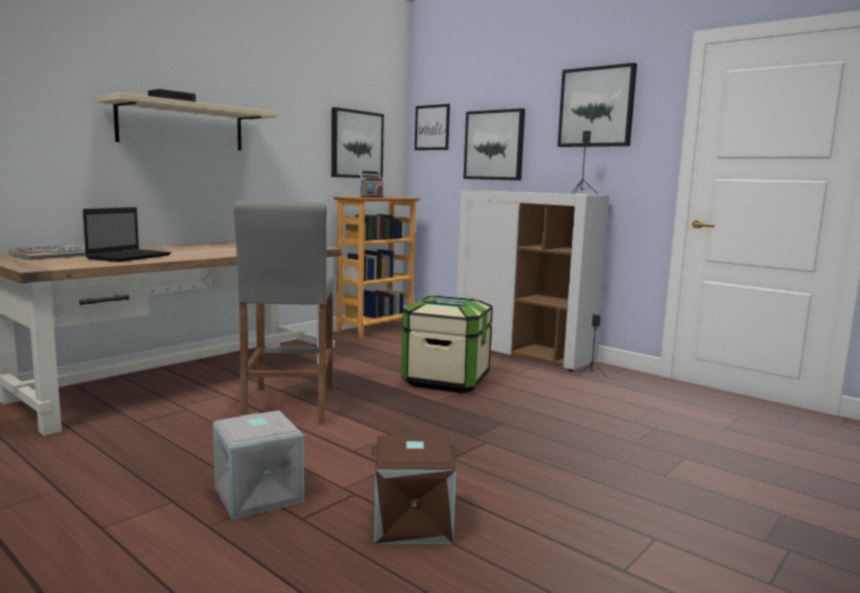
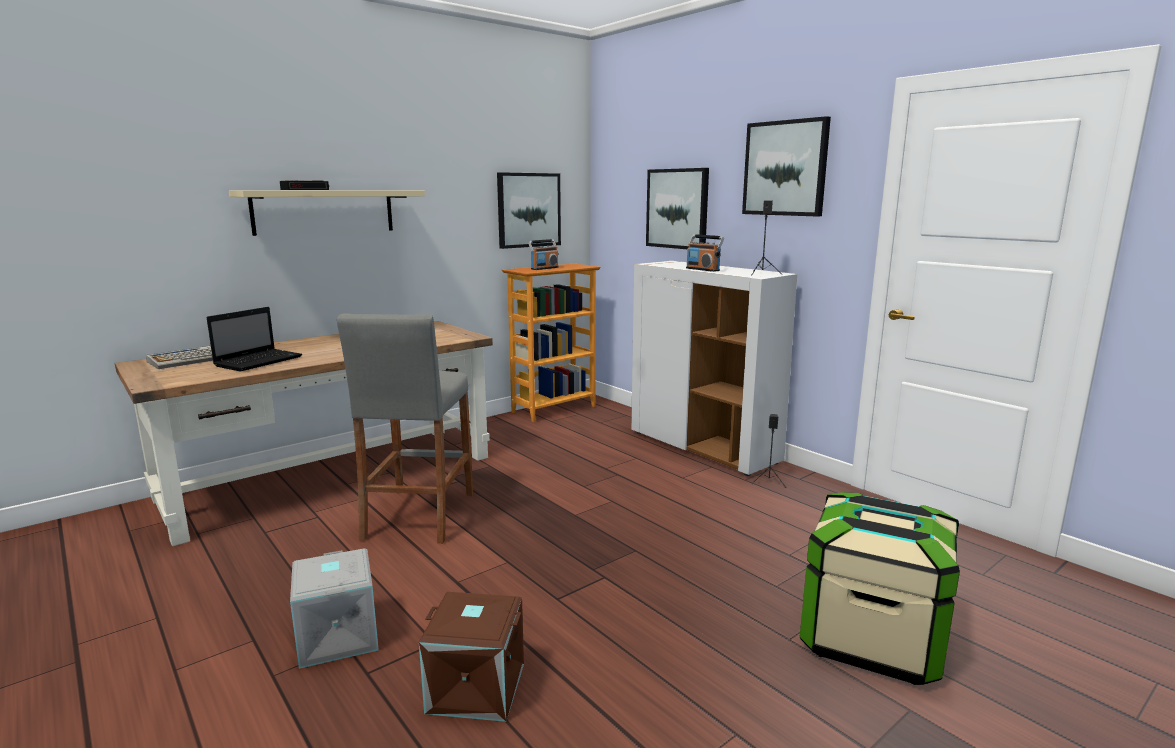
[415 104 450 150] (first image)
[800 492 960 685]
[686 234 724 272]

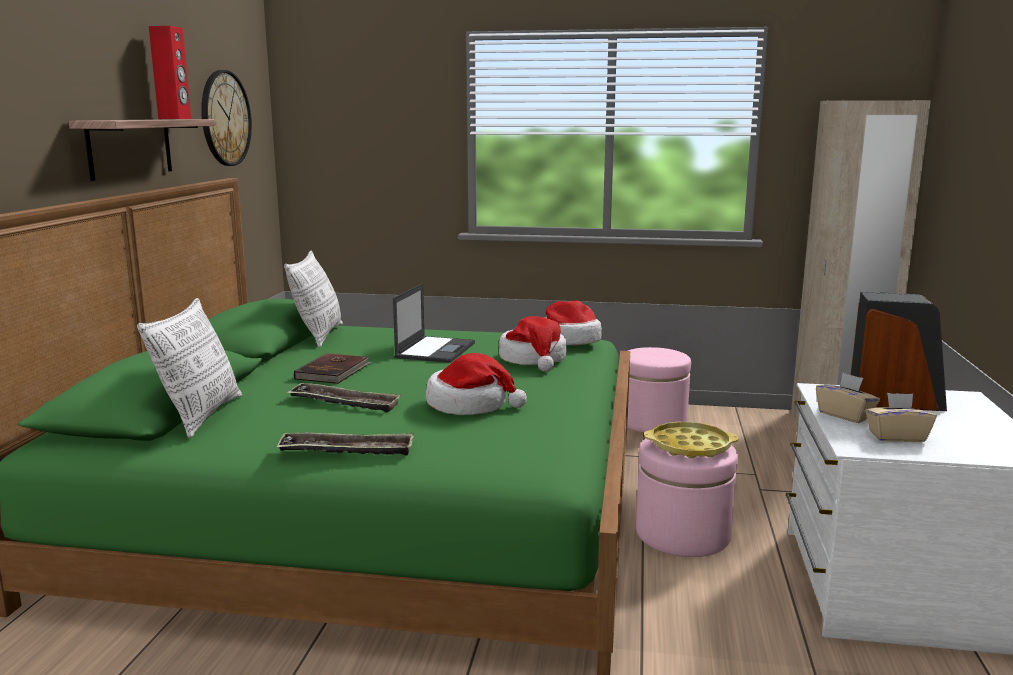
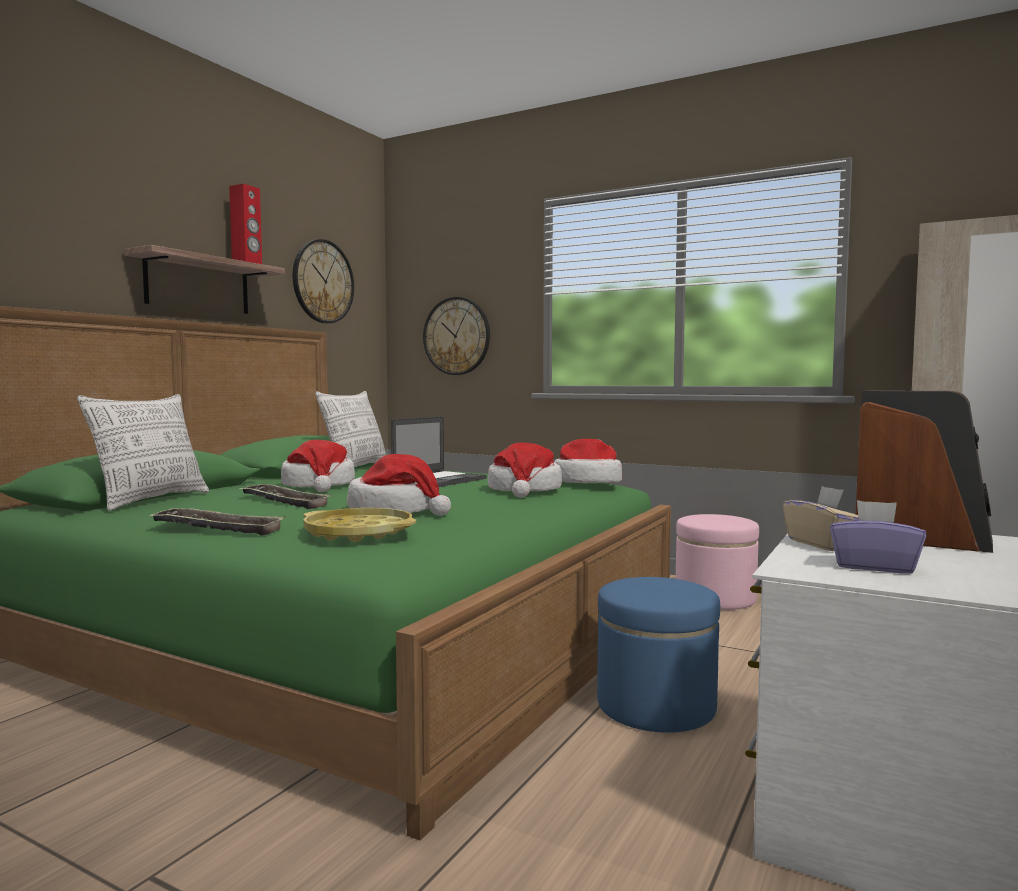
[281 440 355 492]
[830 500 926 574]
[303 508 416 542]
[597 577 720 733]
[423 297 490 375]

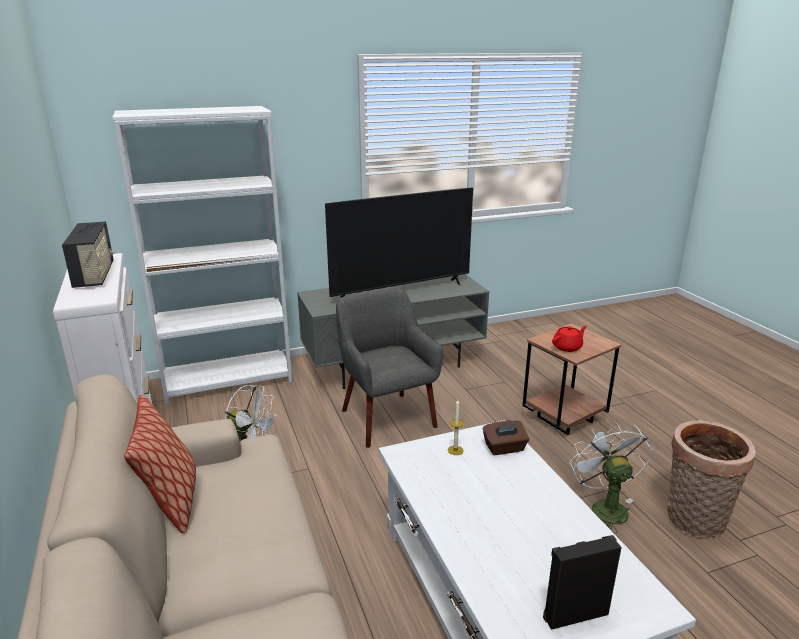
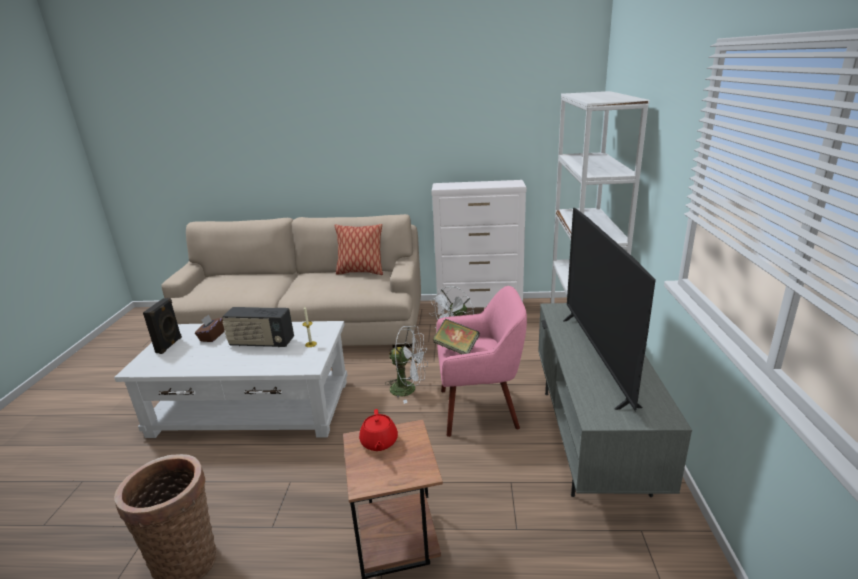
[222 307 294 347]
[436 286 527 437]
[195 314 225 342]
[385 326 428 404]
[433 319 480 354]

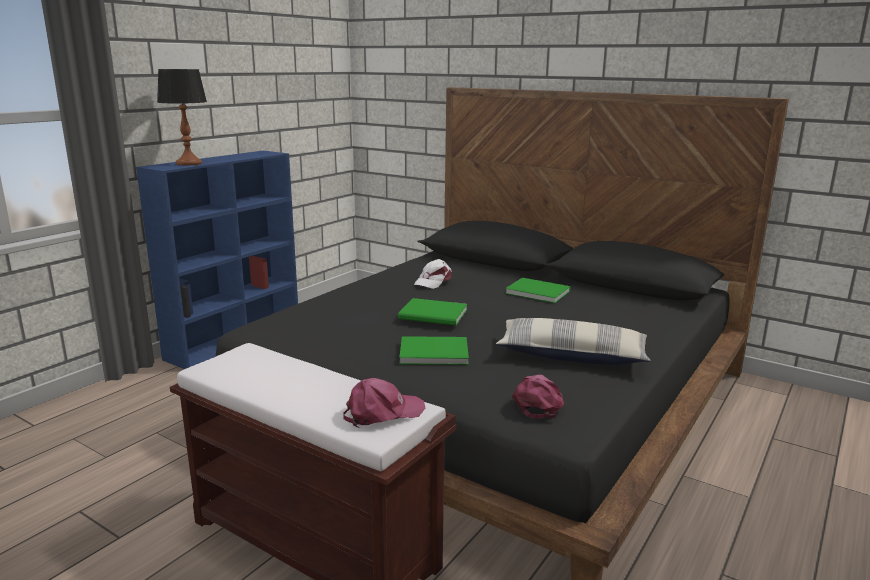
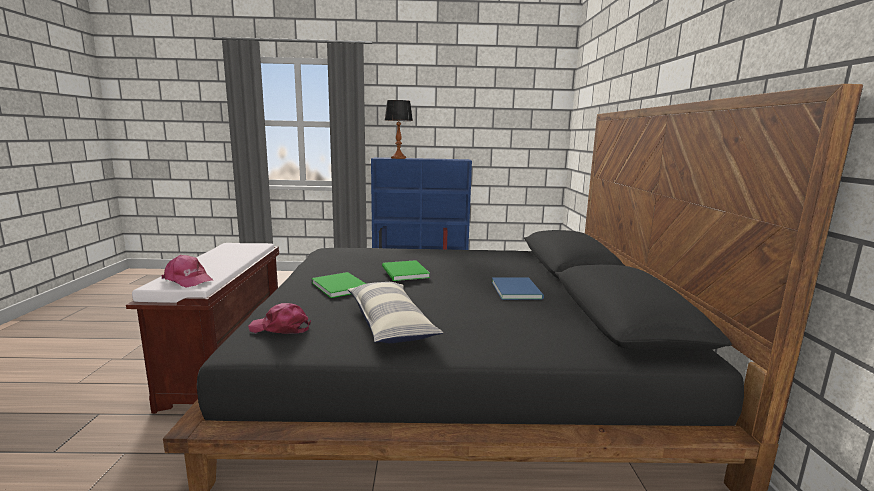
[414 259 452 289] (first image)
[492 278 544 300]
[248 303 311 334]

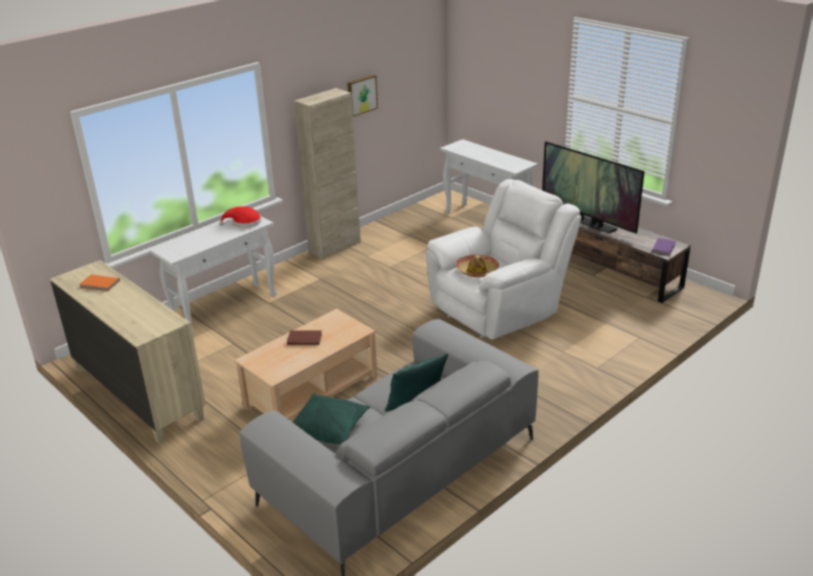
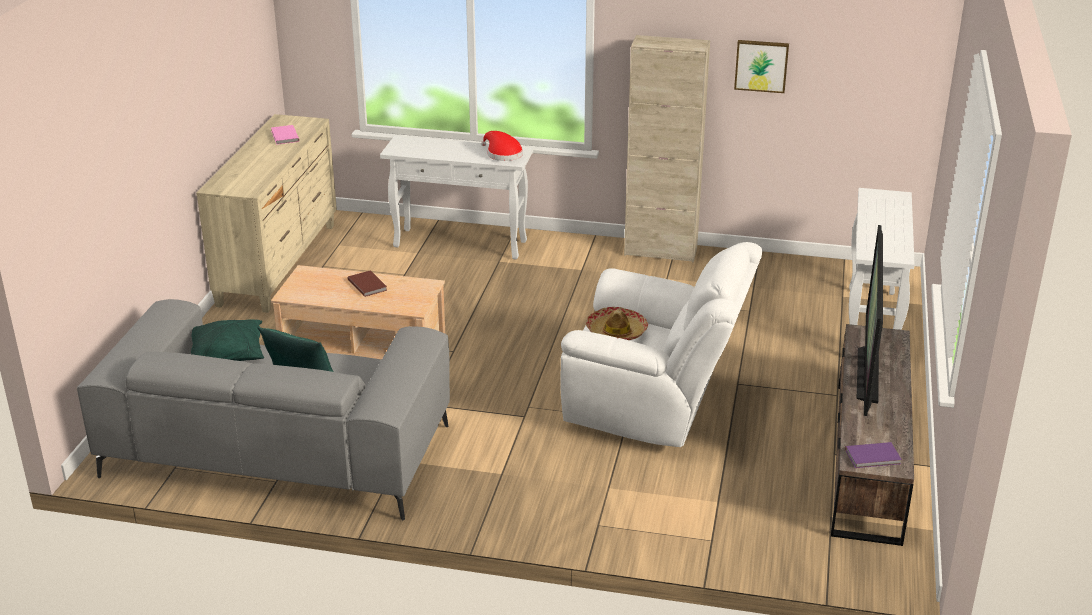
[271 125 299 145]

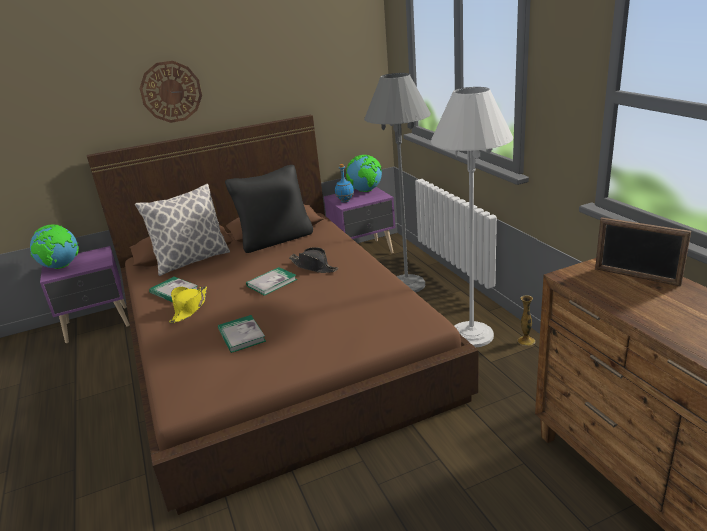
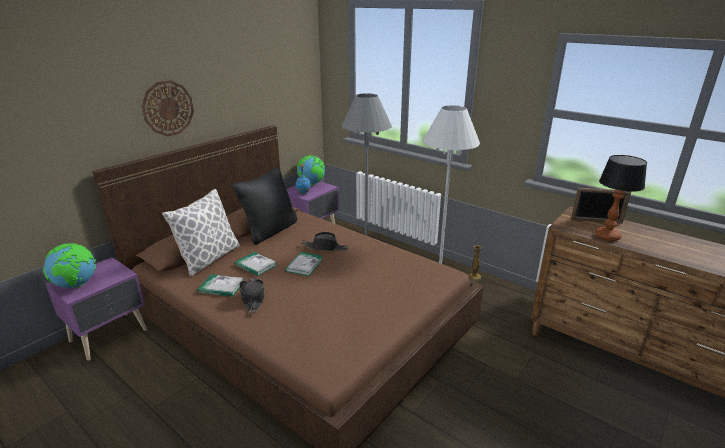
[239 277 265 314]
[235 252 277 276]
[595 155 647 241]

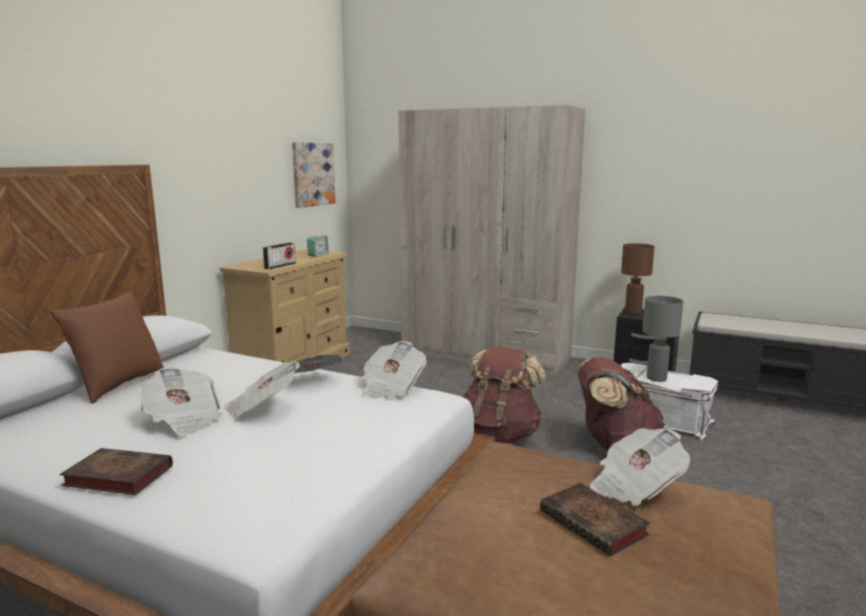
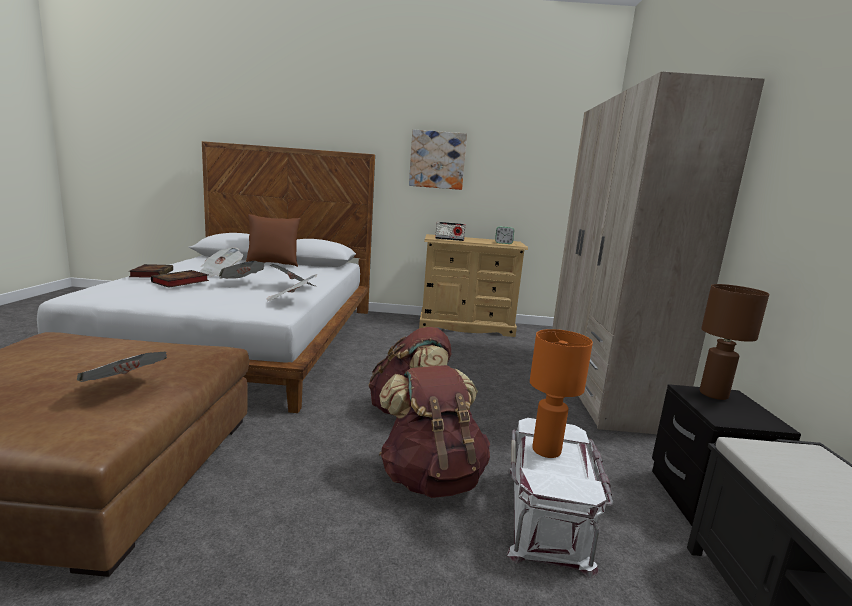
[409 129 467 190]
[530 329 593 458]
[151 270 209 287]

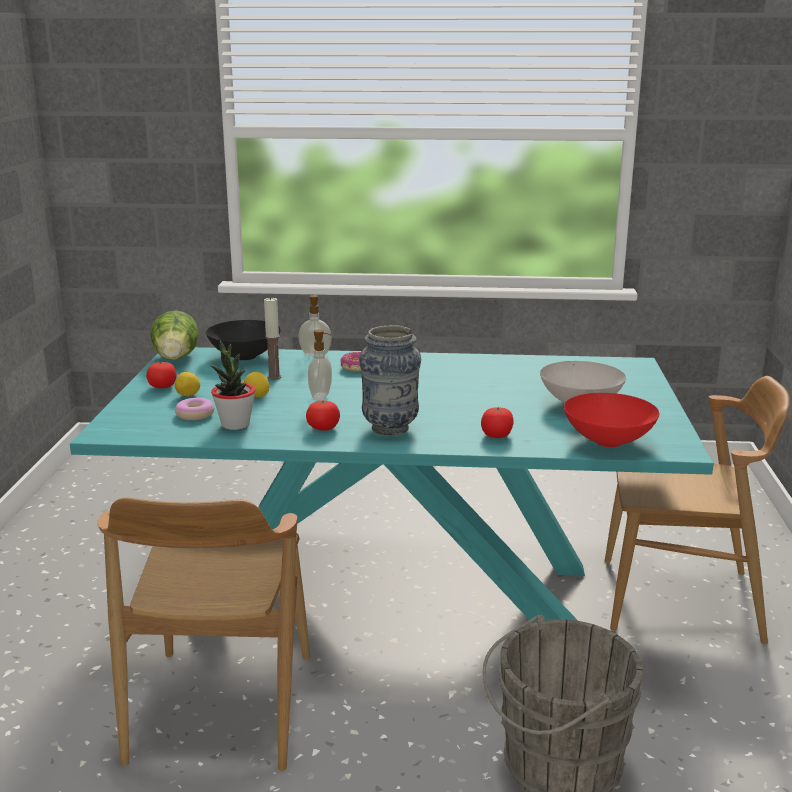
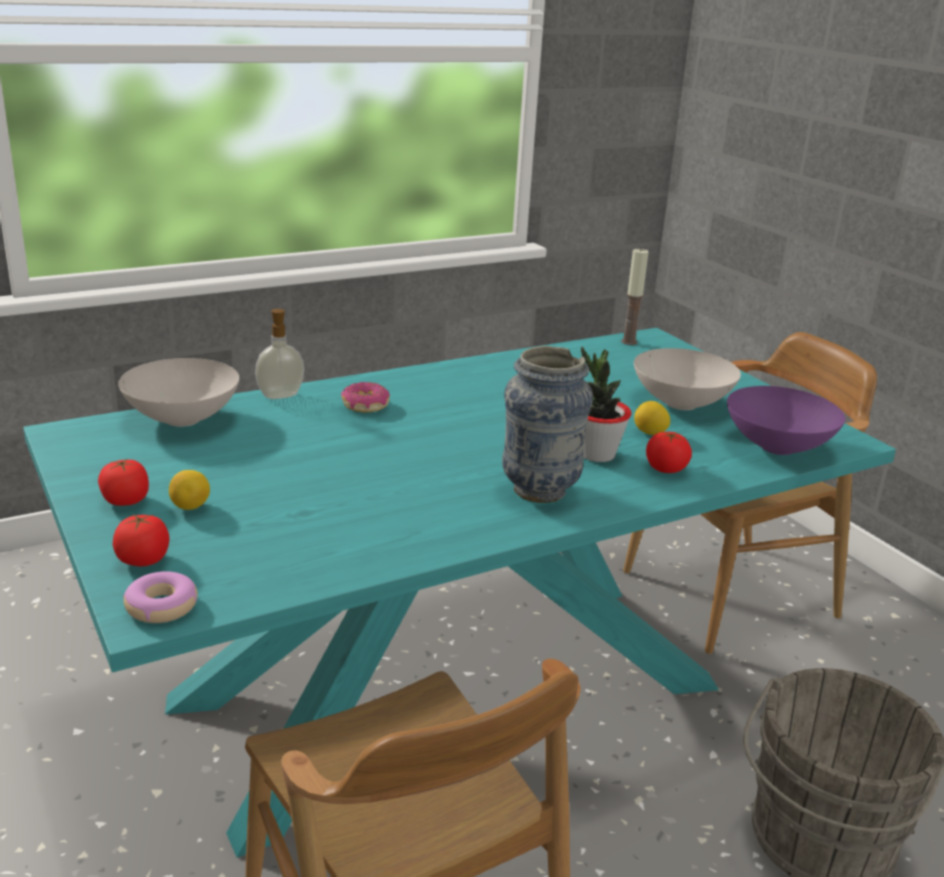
[621 248 649 345]
[150 310 199 360] (first image)
[118 358 239 427]
[308 329 332 400] (first image)
[581 347 631 462]
[634 401 670 435]
[727 386 845 455]
[123 571 198 623]
[113 514 170 566]

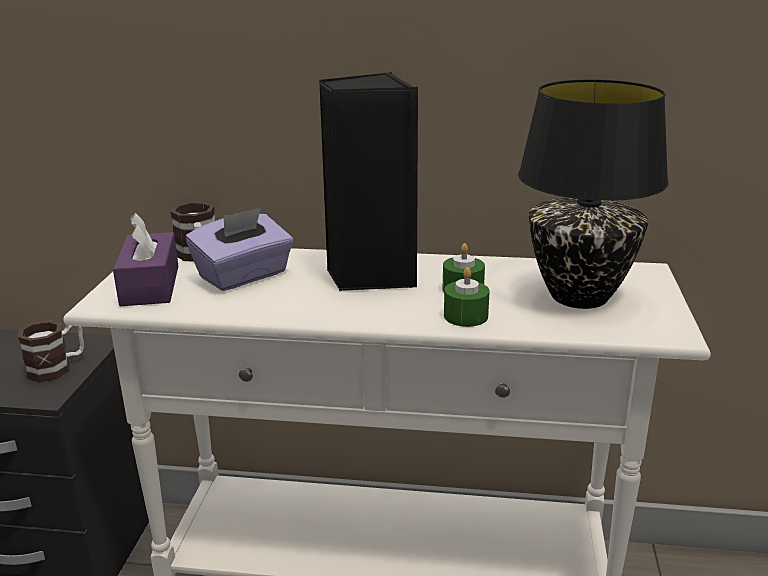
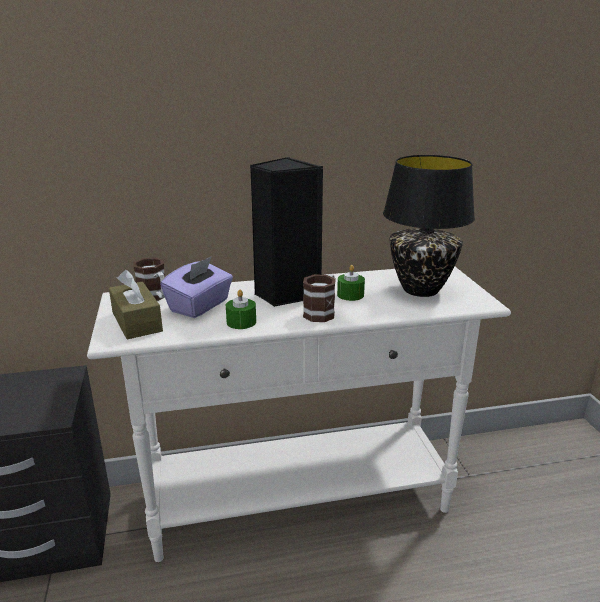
[109 270 163 339]
[226 290 256 329]
[303 274 336 322]

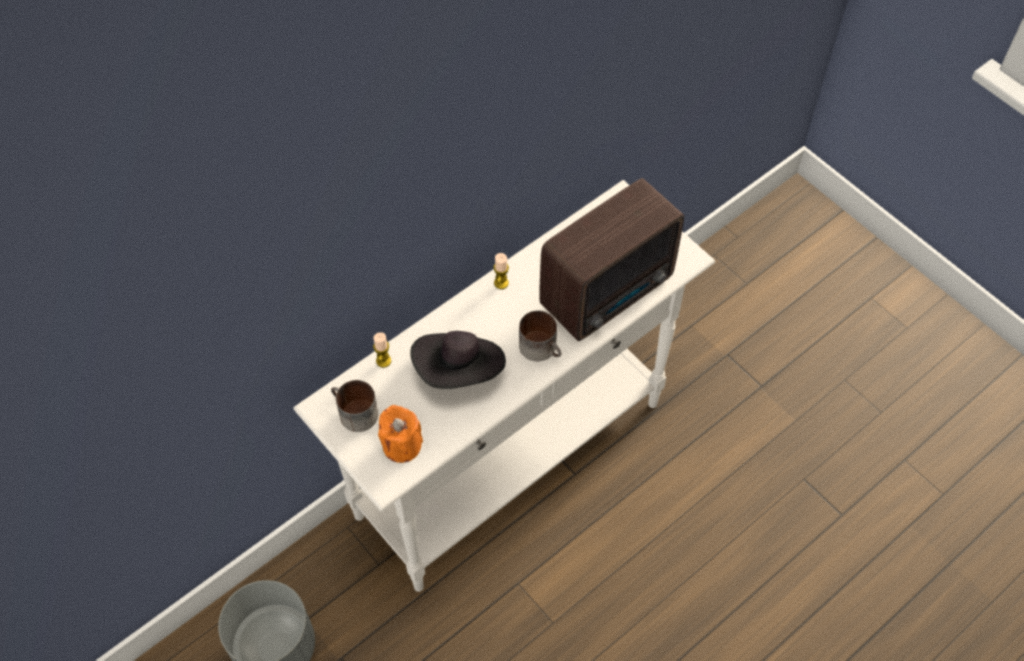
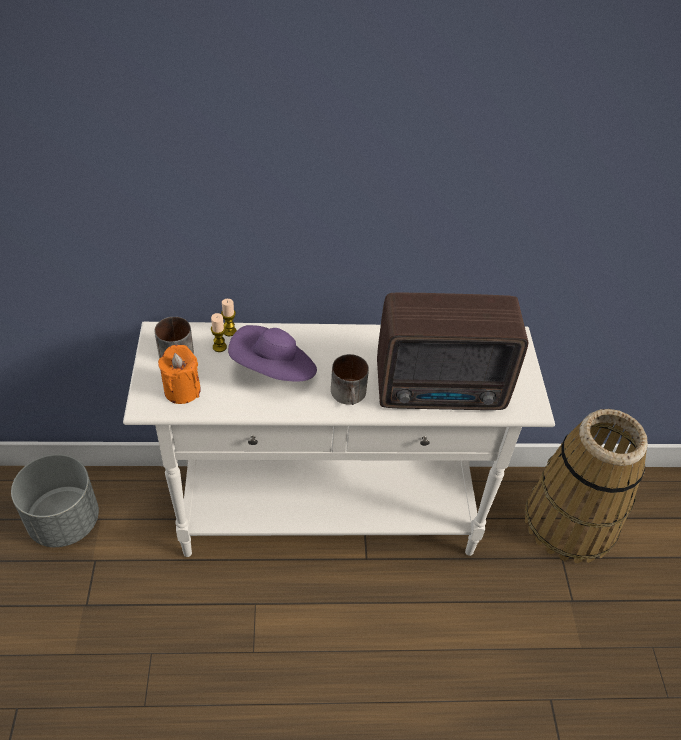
[211 313 227 352]
[228 325 317 382]
[525 409 648 563]

